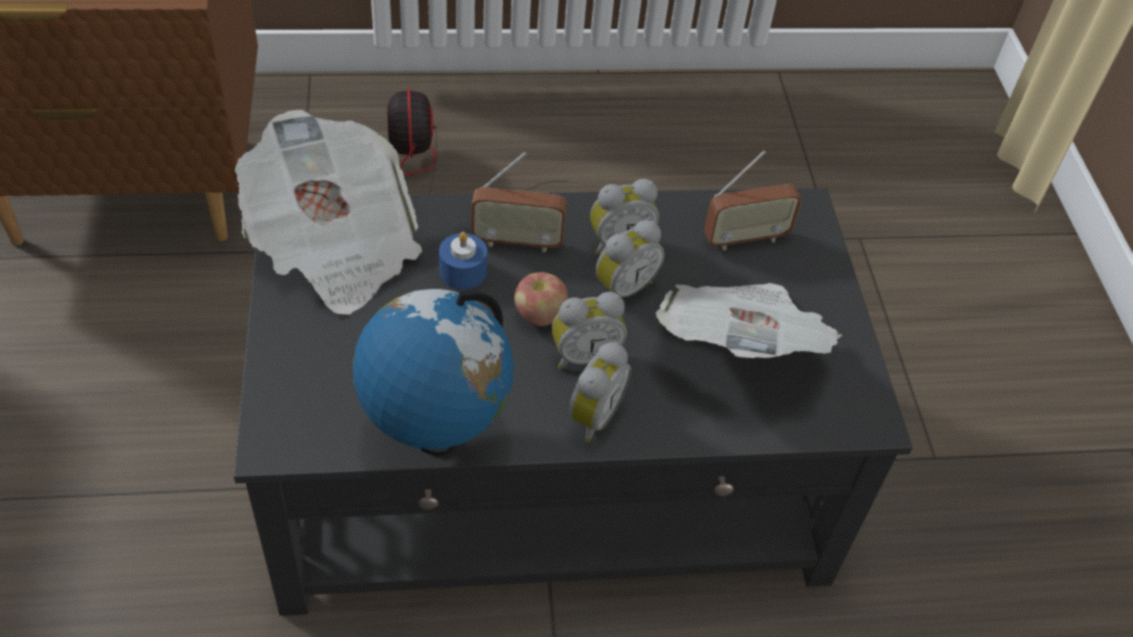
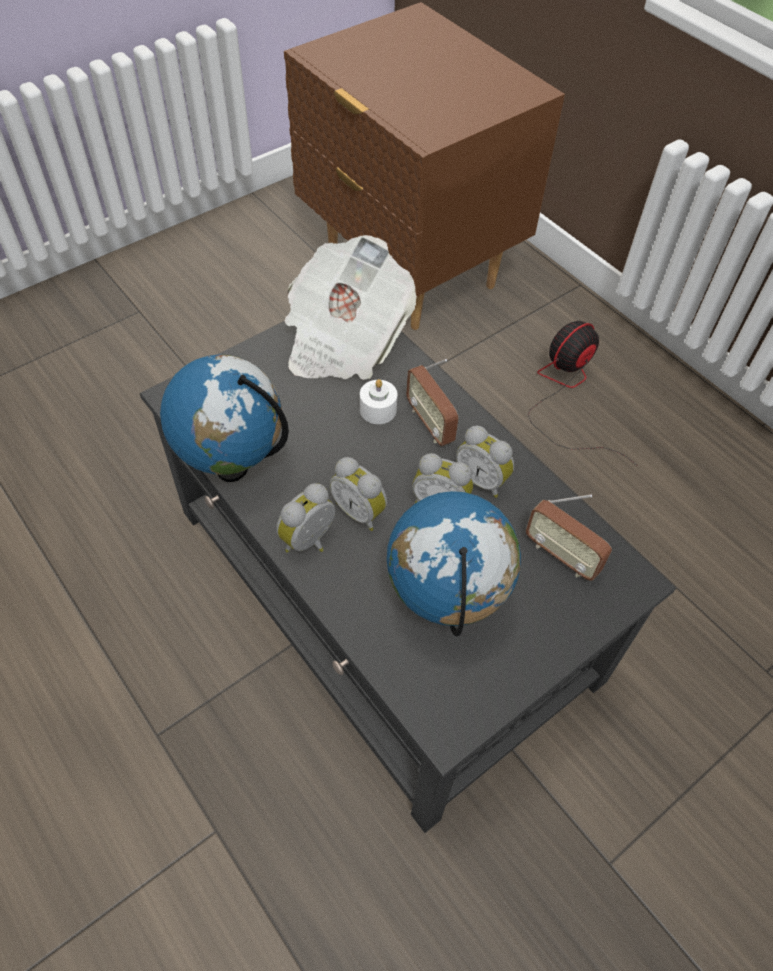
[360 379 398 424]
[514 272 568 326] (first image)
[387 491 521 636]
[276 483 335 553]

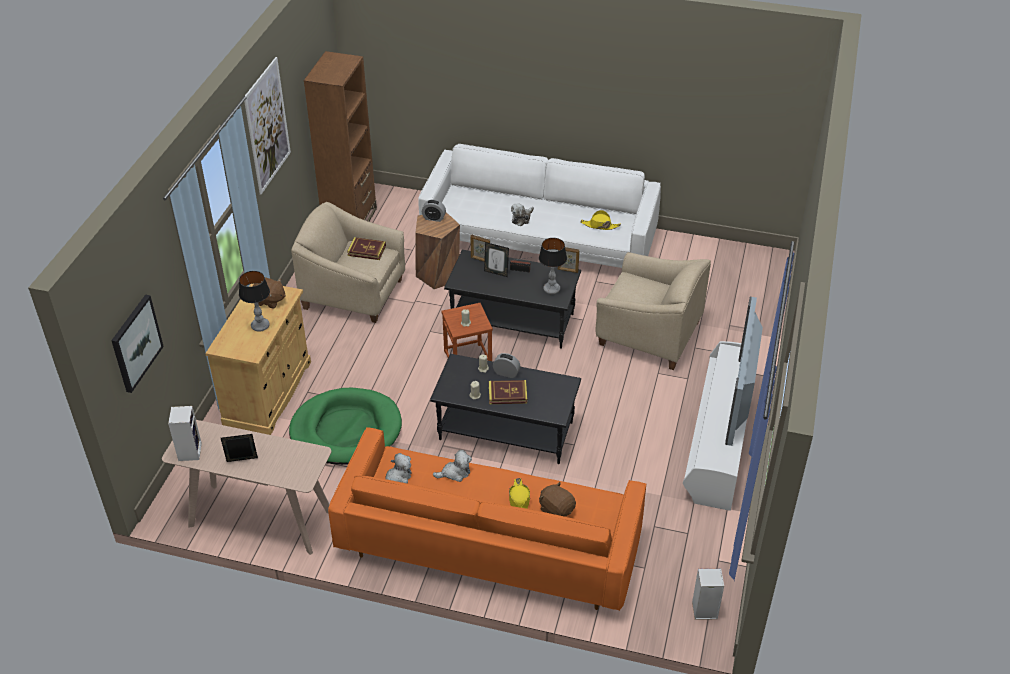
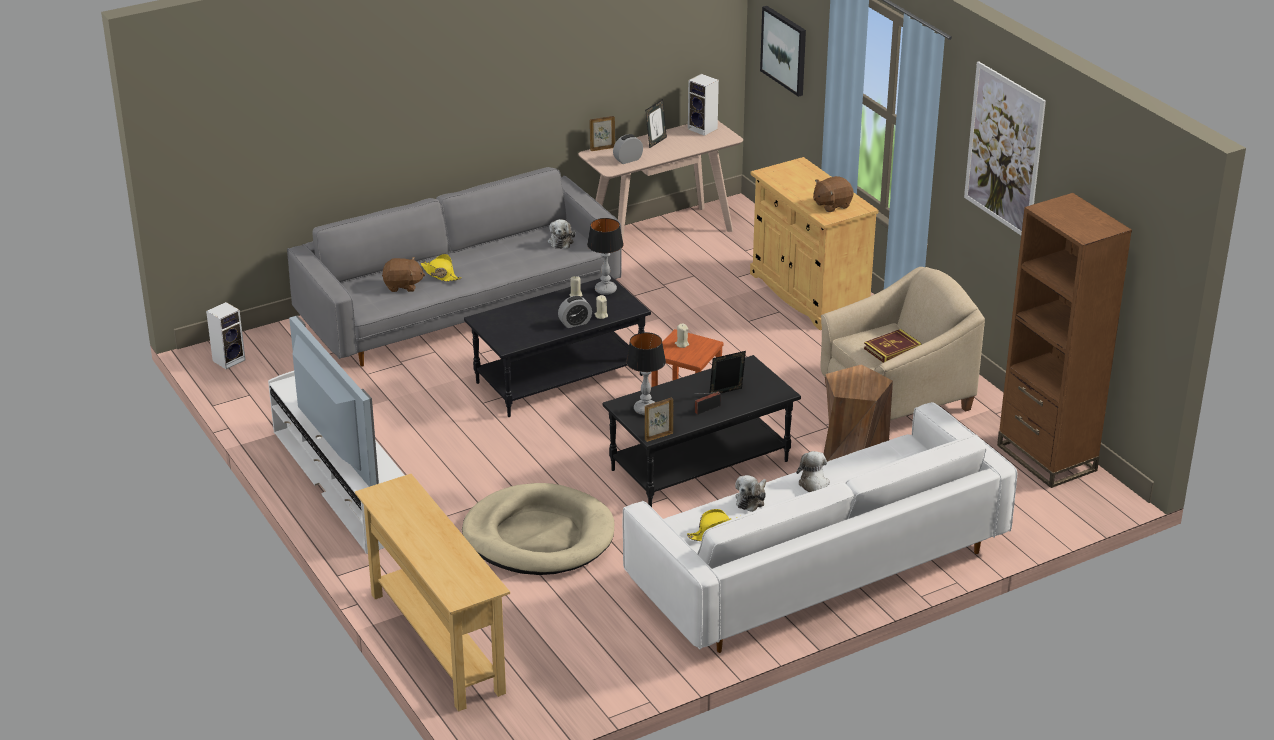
[613 134 643 164]
[590 116 615 151]
[462 483 614 575]
[587 218 624 295]
[489 380 527 404] (first image)
[289 388 402 465] (first image)
[287 167 622 367]
[735 475 766 512]
[355 474 510 711]

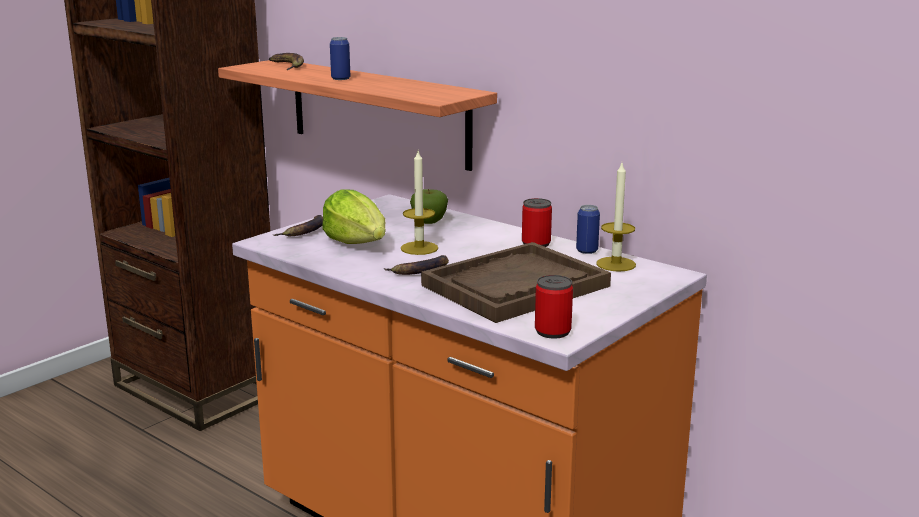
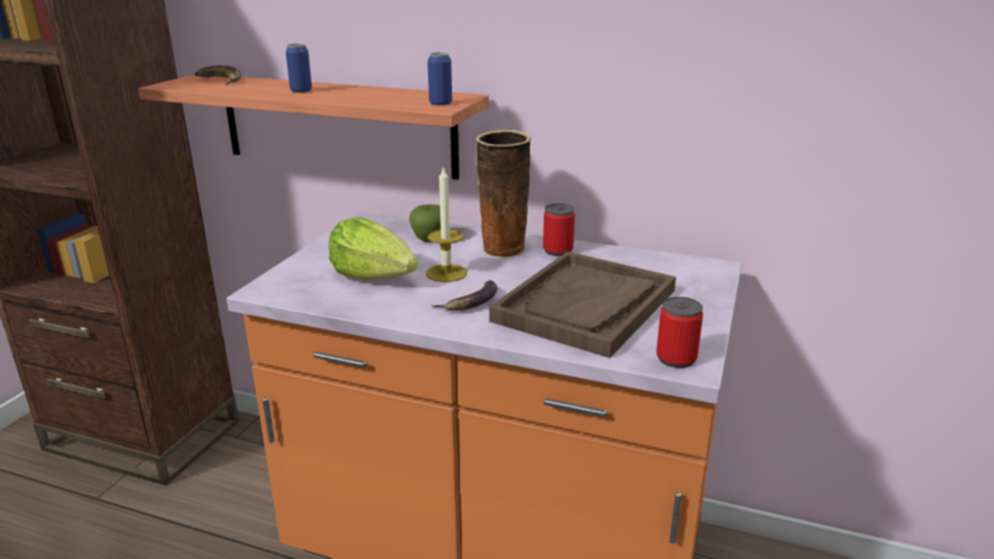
[596 163 636 272] (first image)
[428 52 452 106]
[272 215 323 236] (first image)
[475 130 531 258]

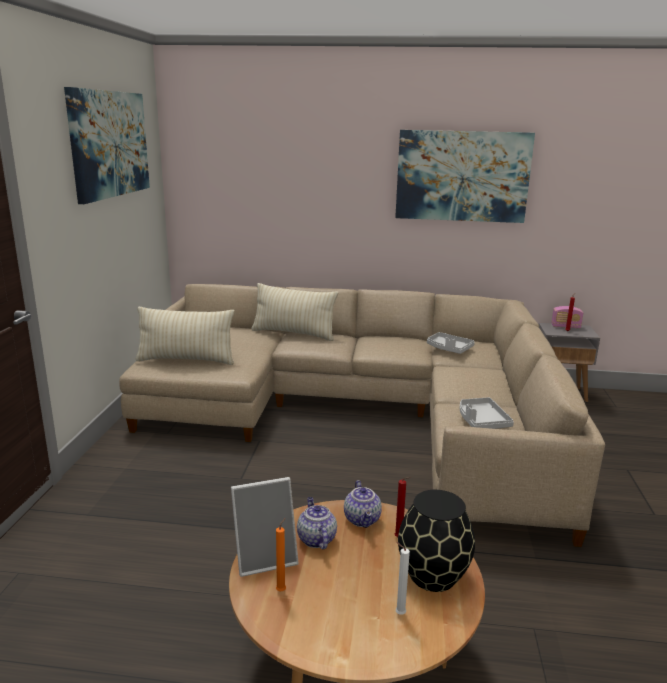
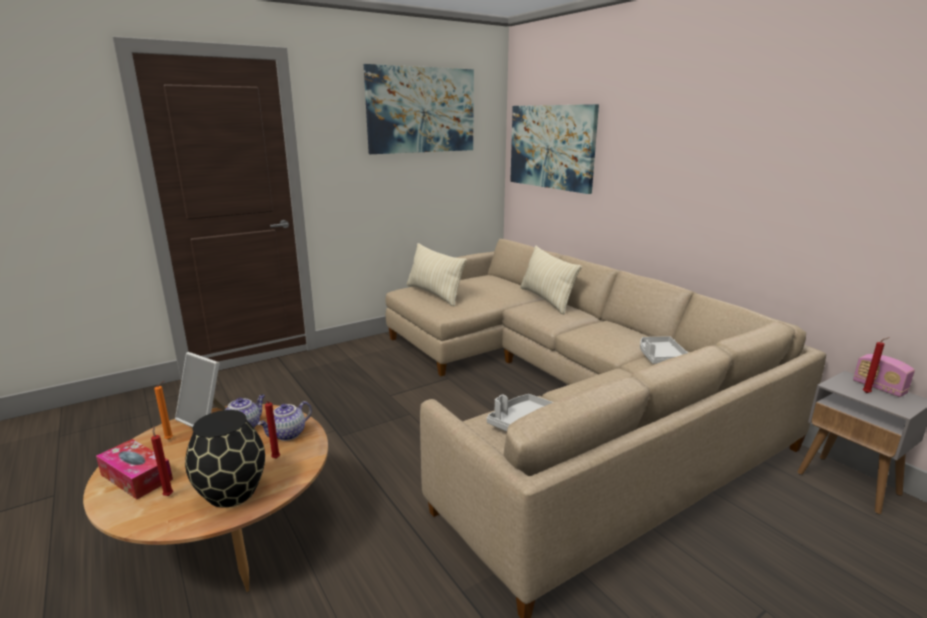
[510 104 599 194]
[151 427 173 496]
[96 439 173 499]

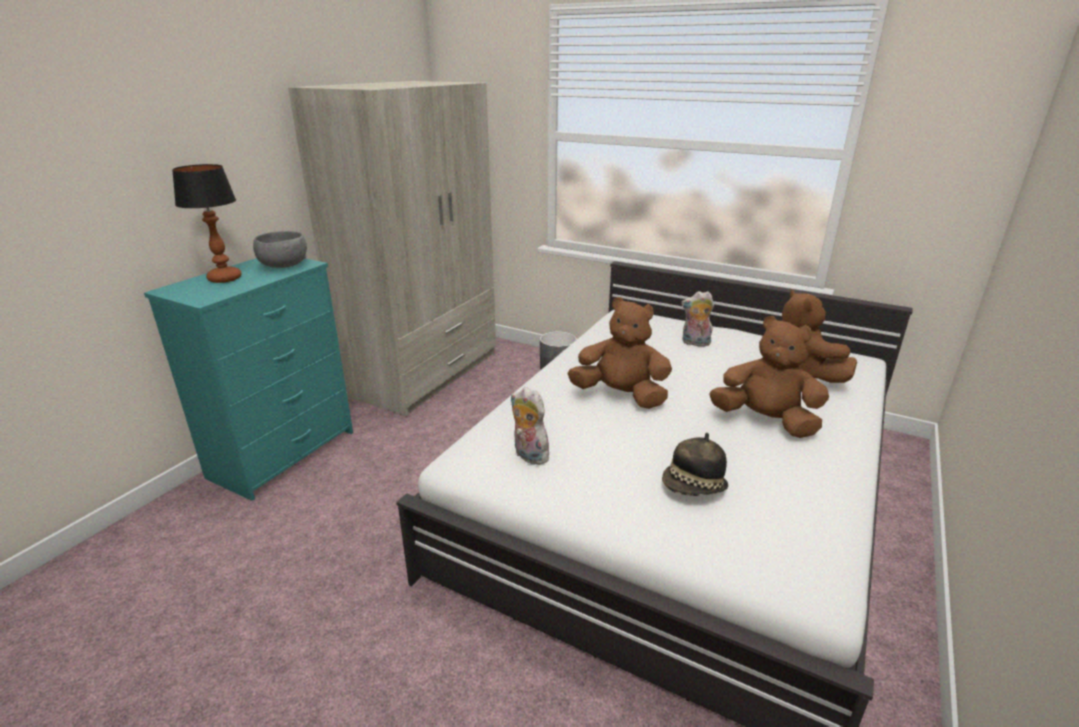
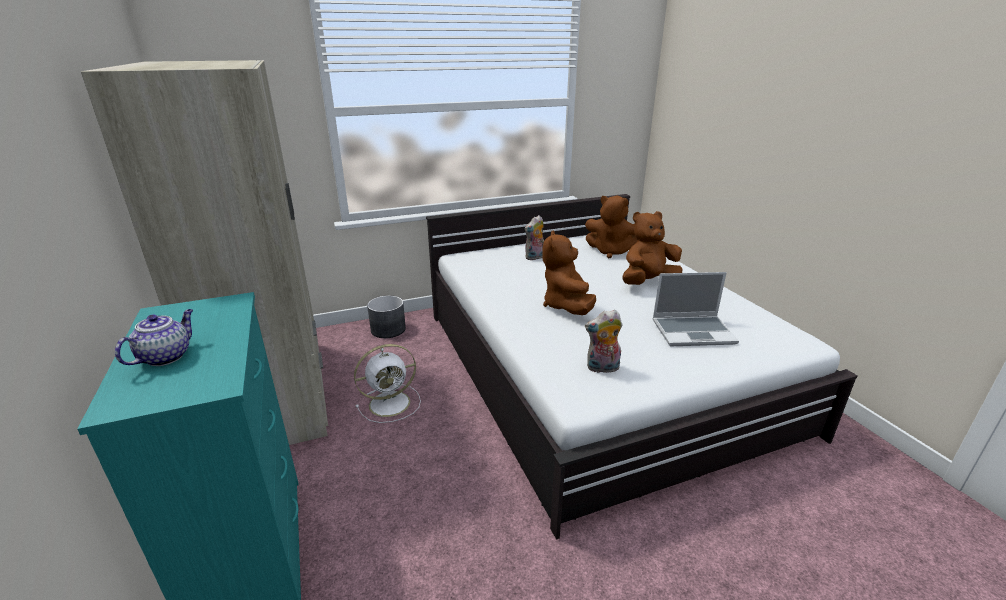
[115 309 193 366]
[253 231 307 268] (first image)
[542 230 596 315]
[652 272 739 346]
[354 344 421 423]

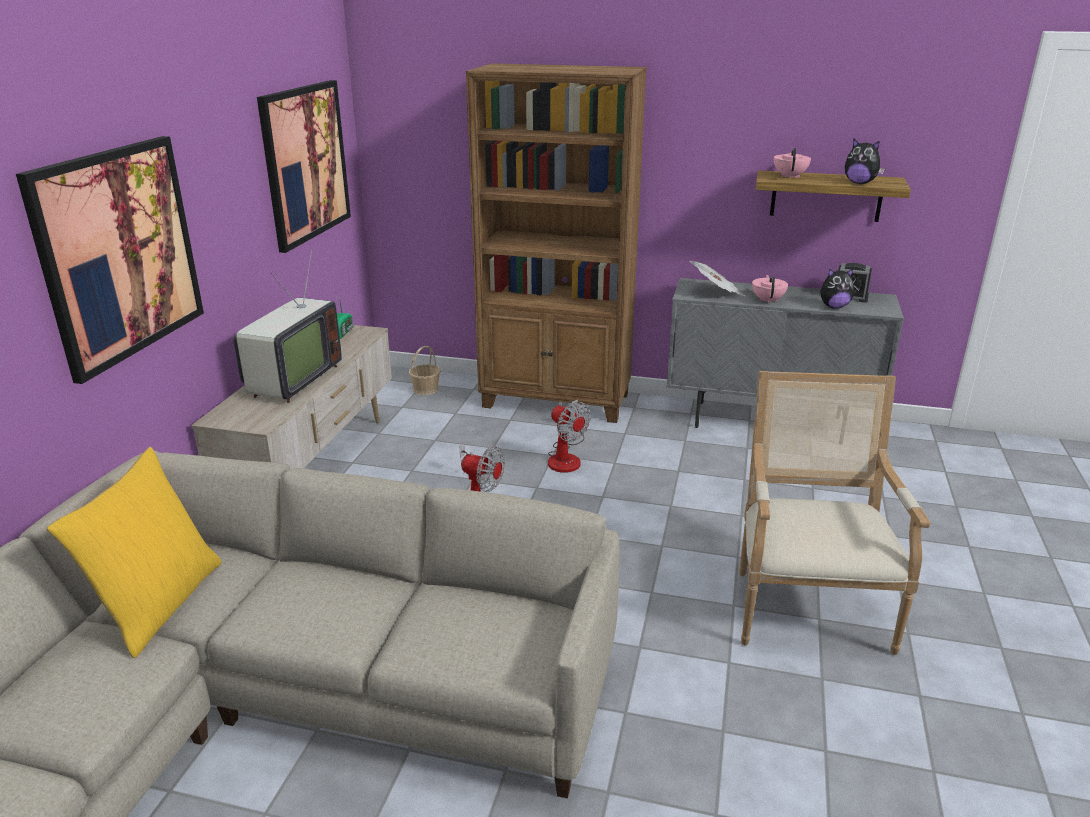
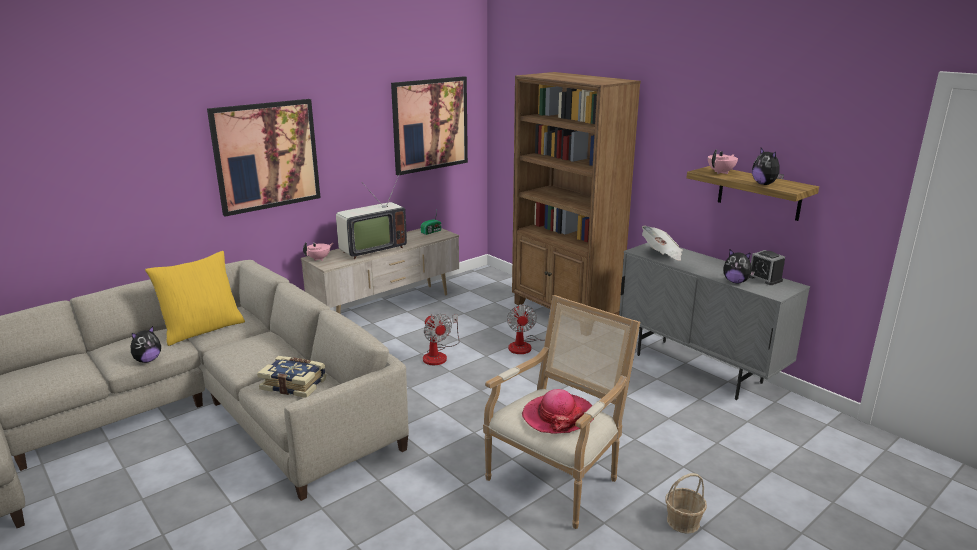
[303 243 333 261]
[665 473 707 534]
[131 326 161 363]
[257 356 327 398]
[522 389 594 434]

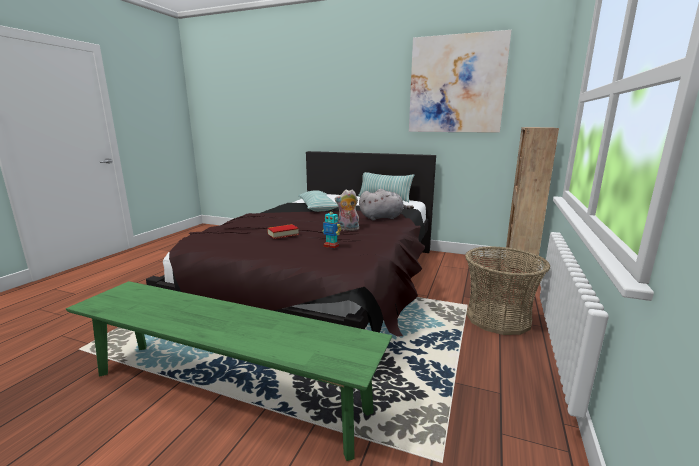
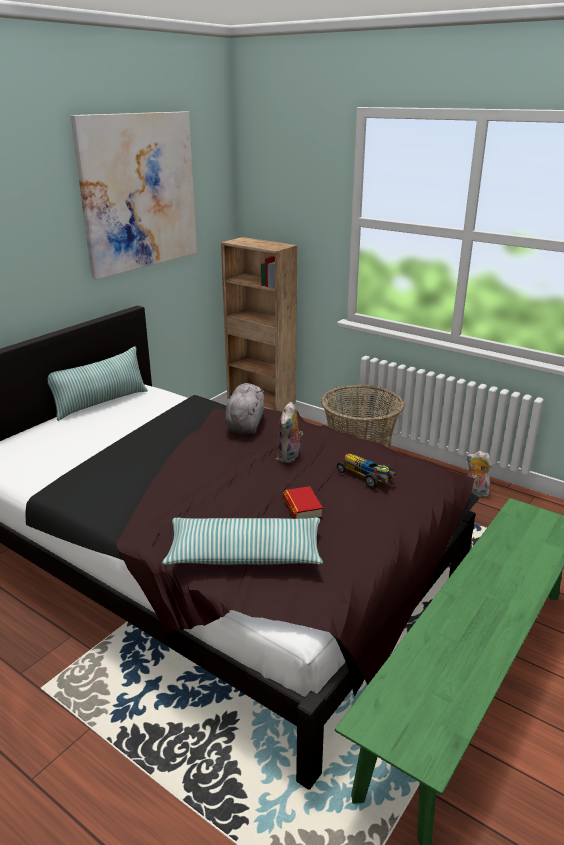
[162 518 323 565]
[337 454 396 489]
[466 451 492 497]

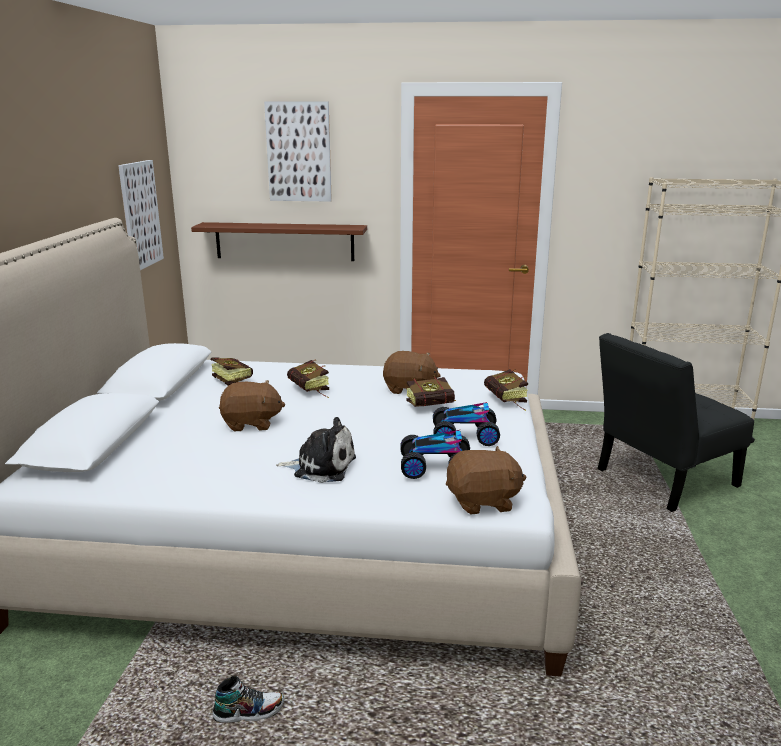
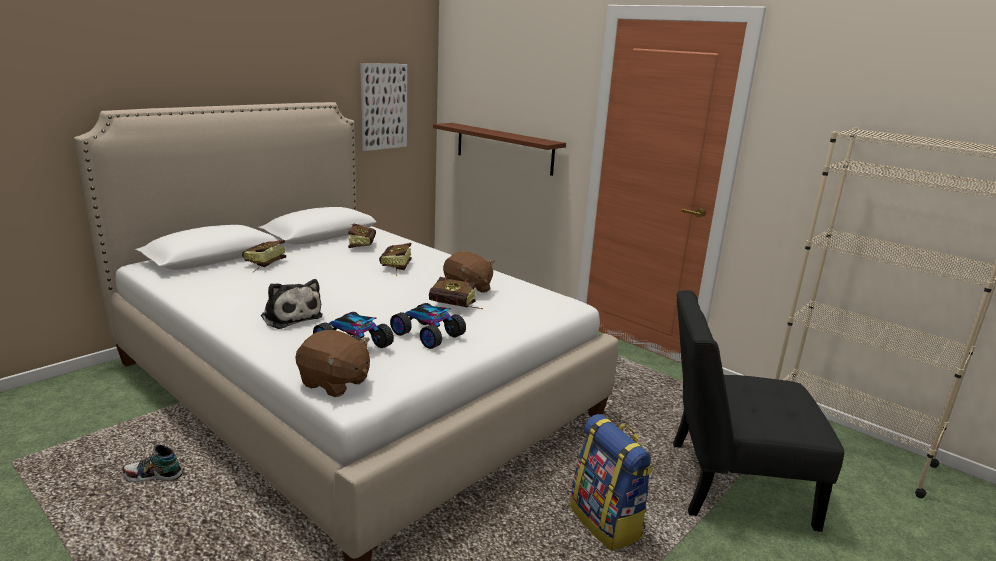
[264 101 332 202] (first image)
[242 240 286 273]
[219 380 285 431] (first image)
[122 445 183 482]
[570 414 653 551]

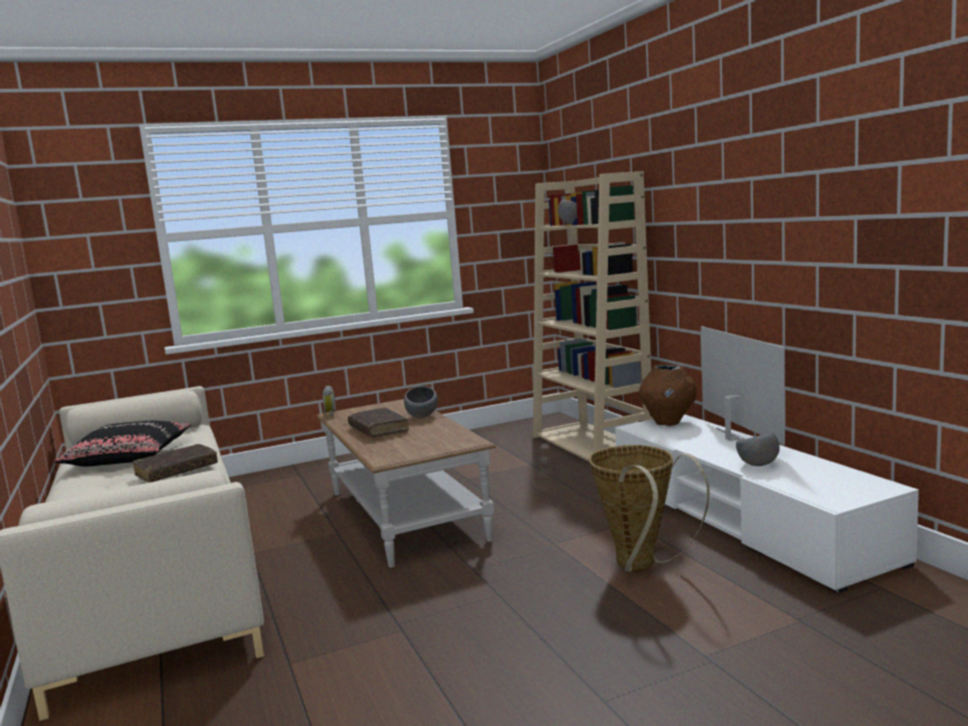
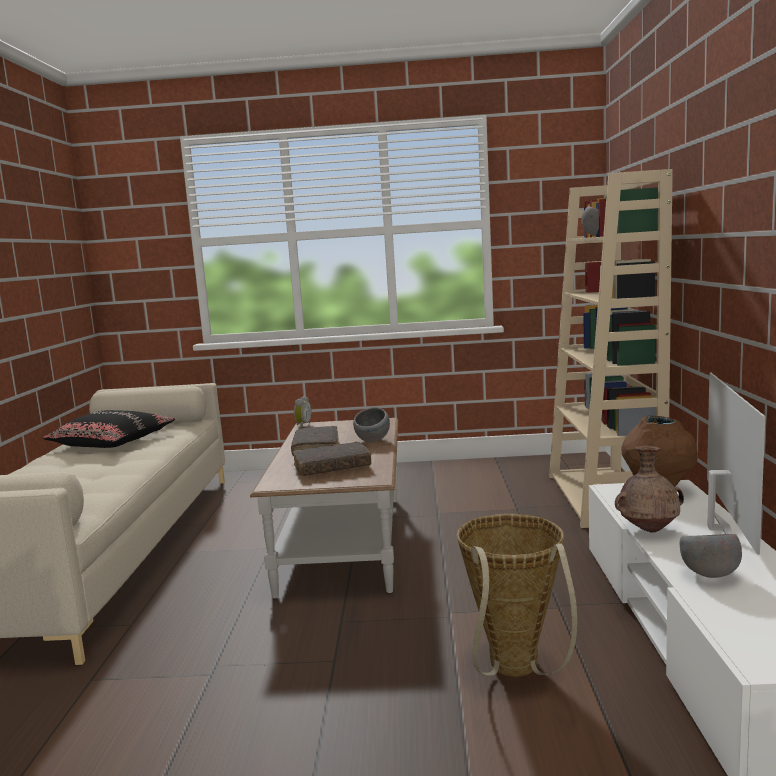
[293 442 372 476]
[615 446 684 533]

